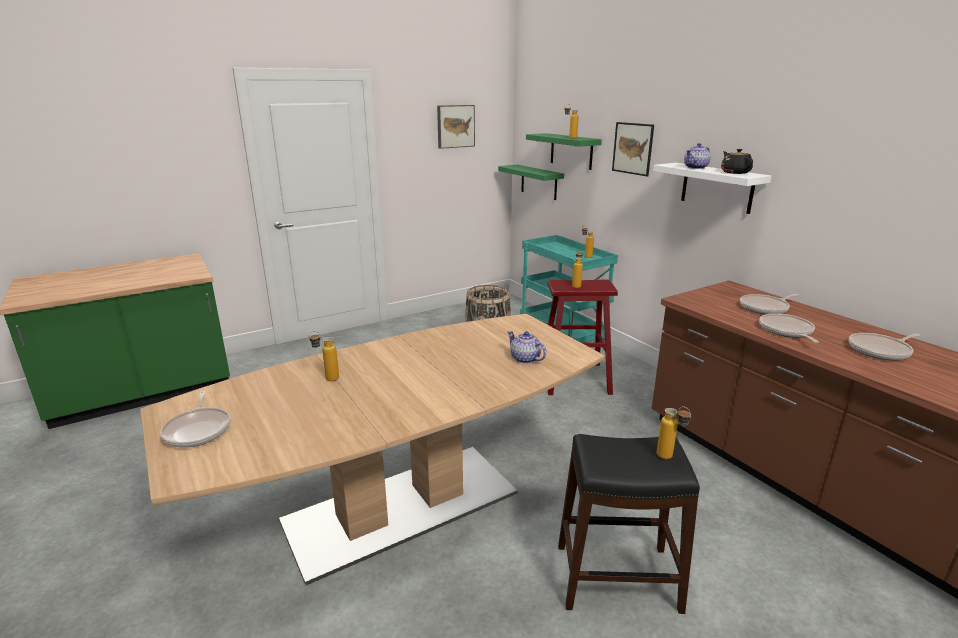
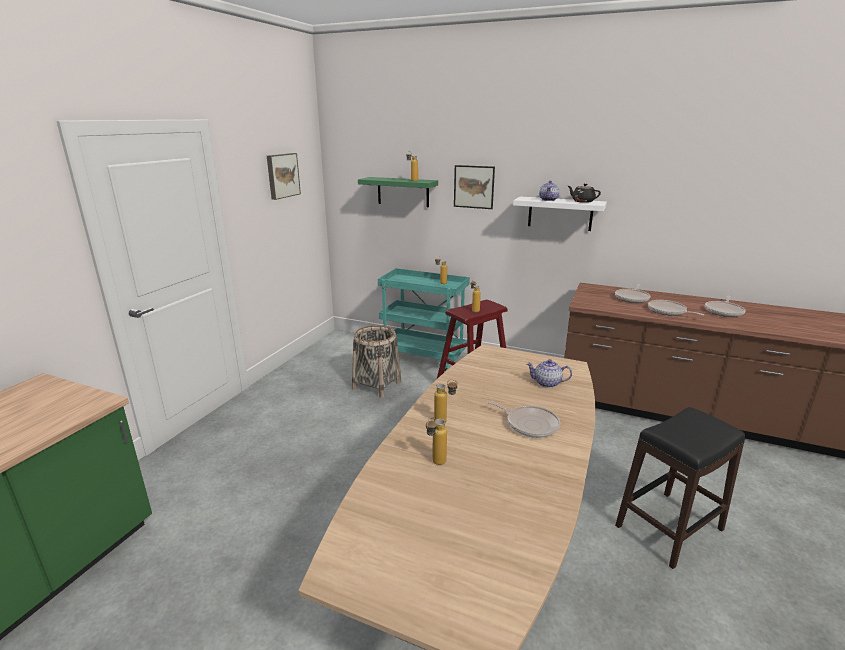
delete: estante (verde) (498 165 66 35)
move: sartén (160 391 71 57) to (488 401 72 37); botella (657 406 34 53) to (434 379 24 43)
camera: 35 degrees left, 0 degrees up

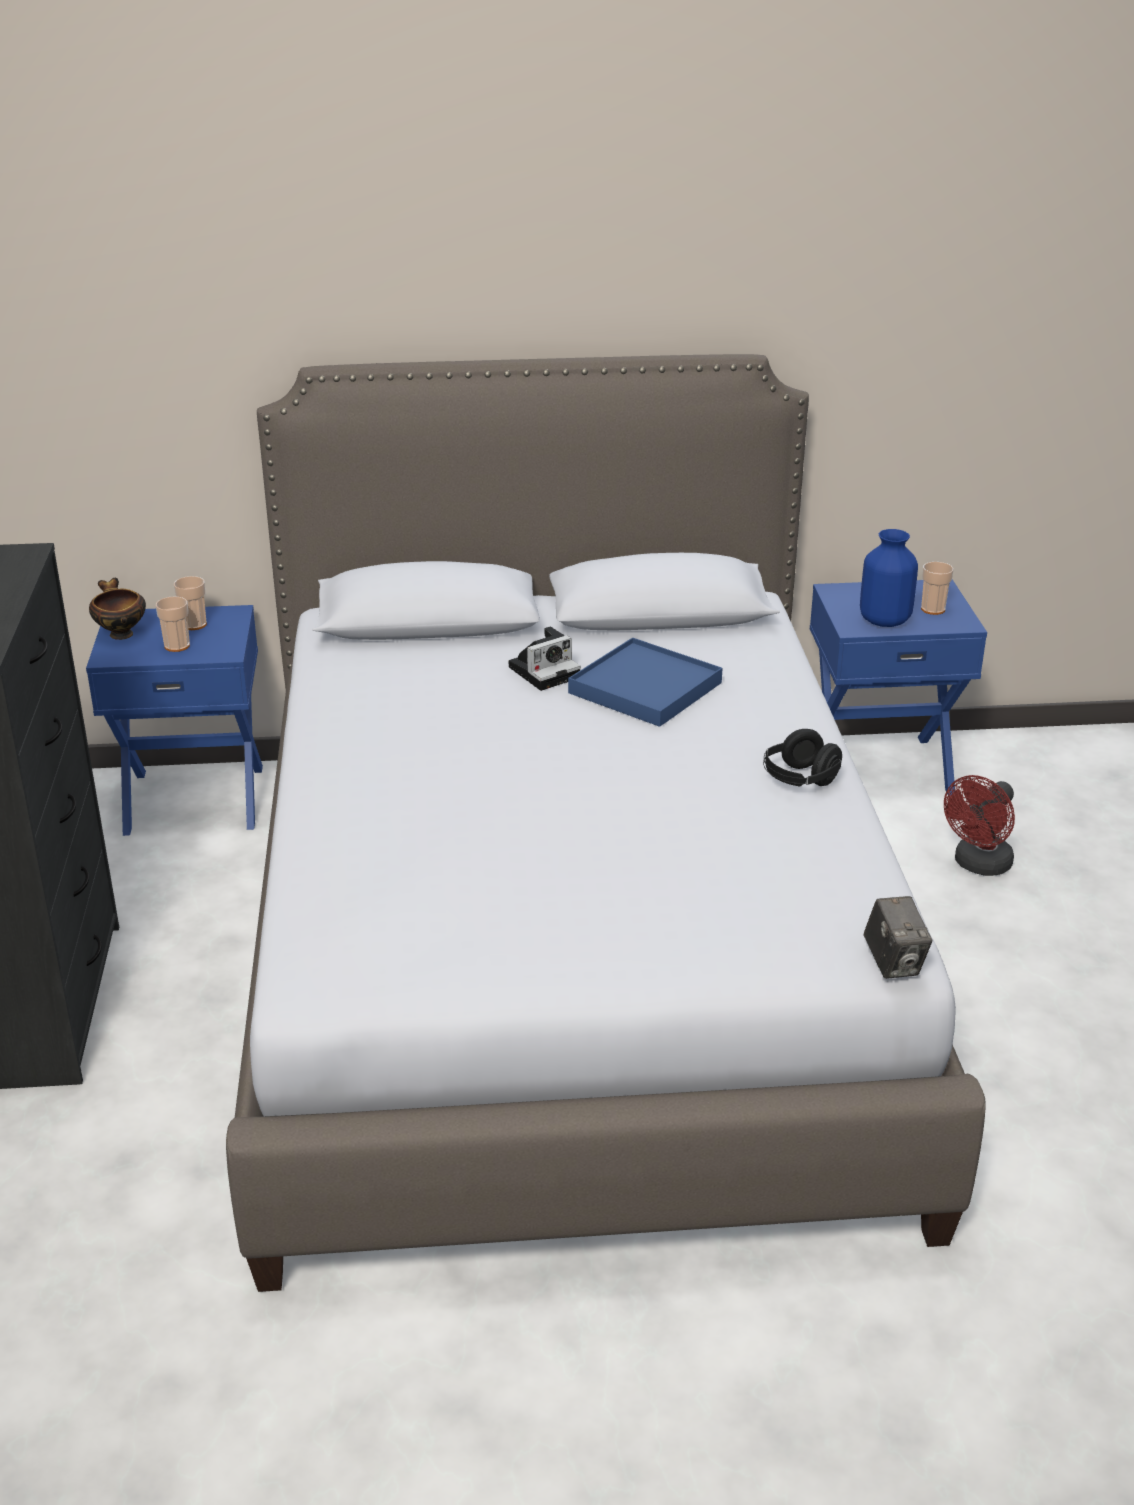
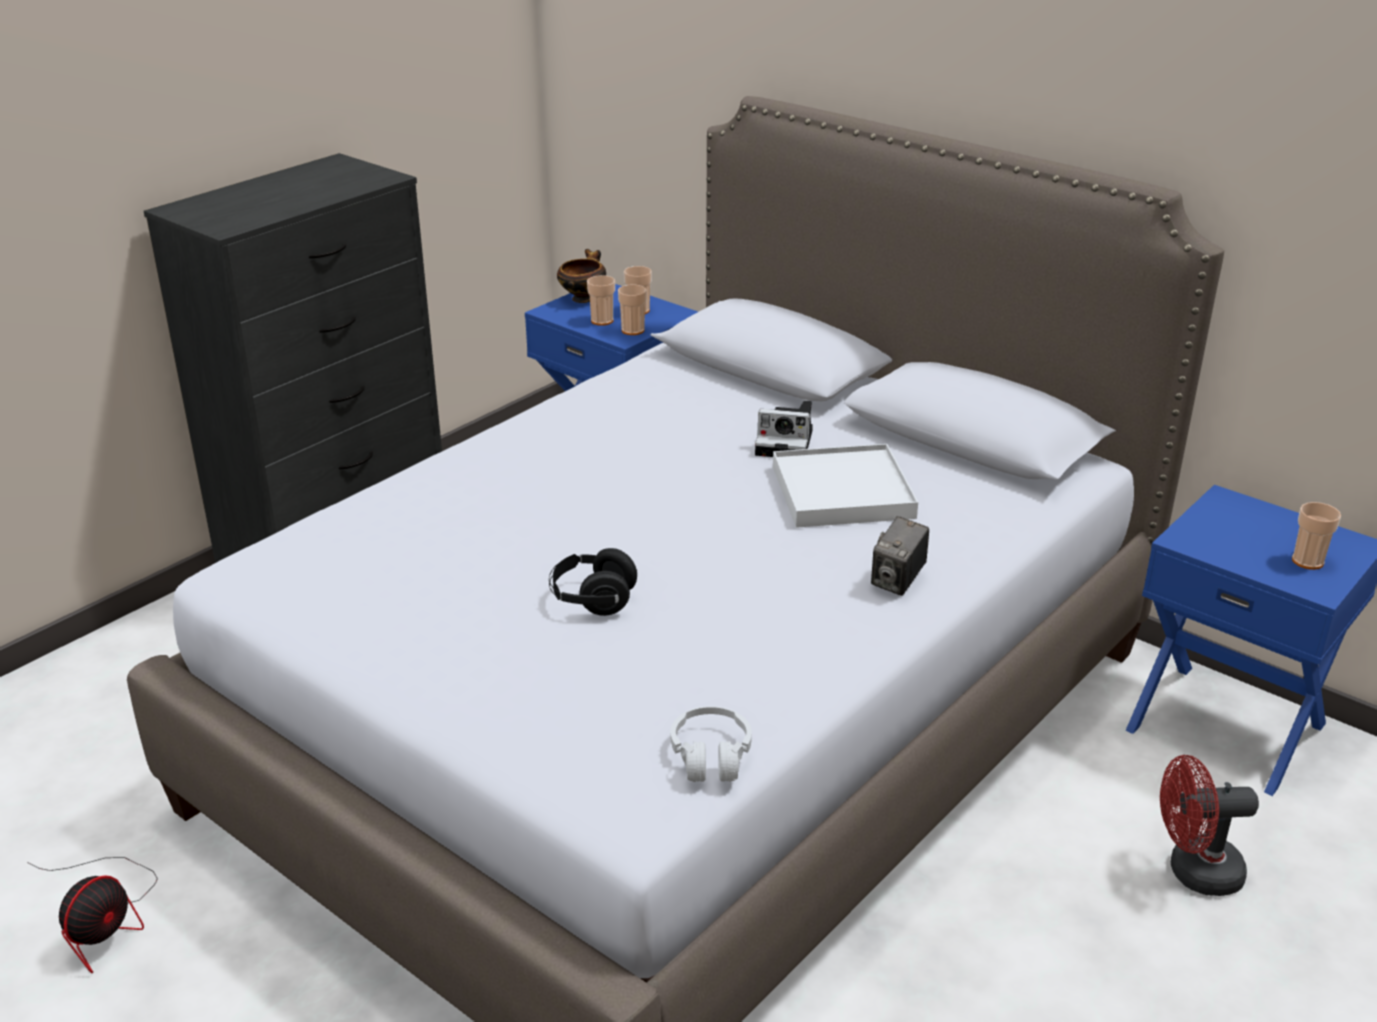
delete: florero (azul) (860 529 58 98)
insert: ventilador (27 857 131 116); taza (618 284 29 51); auriculares (blanco) (671 706 81 76)
move: auriculares (negro) (763 729 79 58) to (549 548 88 68); cámara (863 896 70 83) to (871 516 58 80)
recolor: bandeja (azul) (568 638 155 89) to bandeja (blanco) (773 444 145 84)
camera: 45 degrees right, 0 degrees up

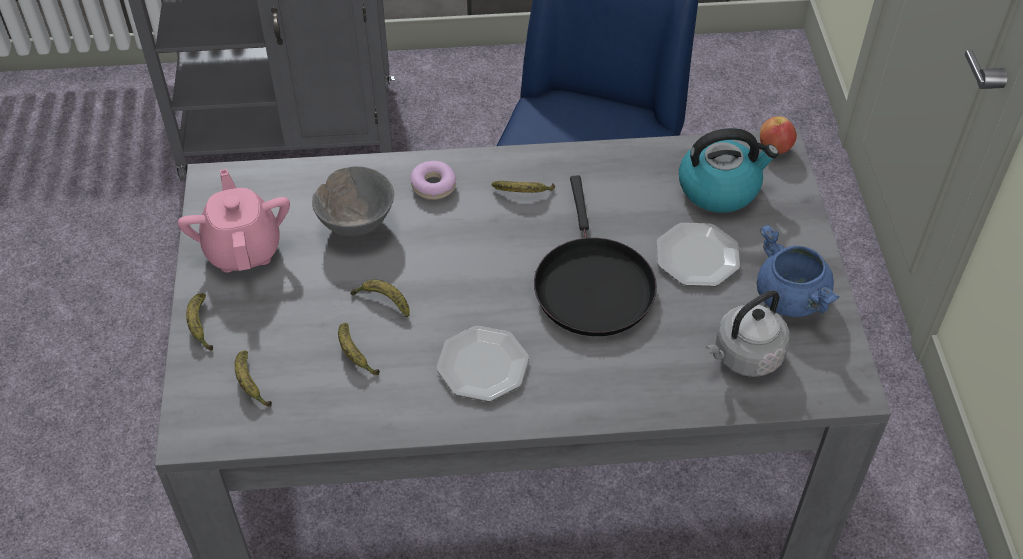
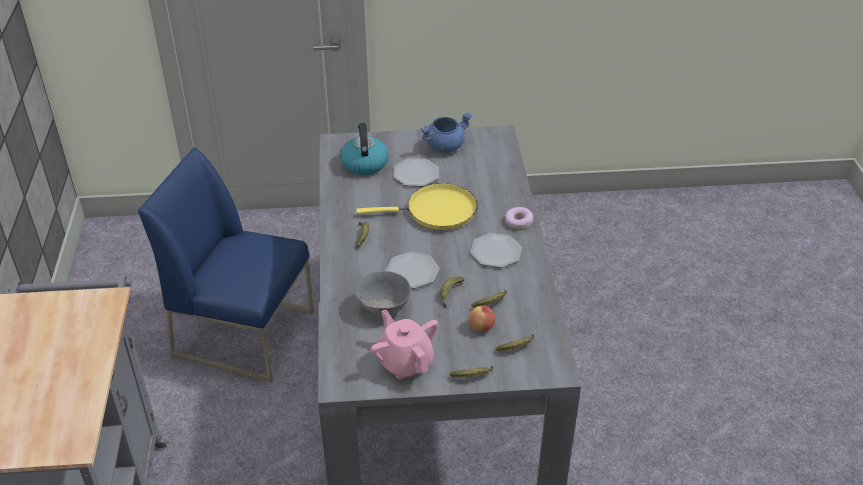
delete: hervidor (gris) (706 290 84 87)
insert: plato (385 252 55 36)
move: rosquilla (411 161 45 39) to (505 207 28 22); manzana (760 116 37 38) to (468 305 28 27)
recolor: sartén (negro) (534 176 123 160) to sartén (amarillo) (356 183 121 47)
rotate: tetera (rosa) (178 169 112 103) = (370 310 68 69) 75 degrees clockwise
camera: 90 degrees left, 10 degrees down

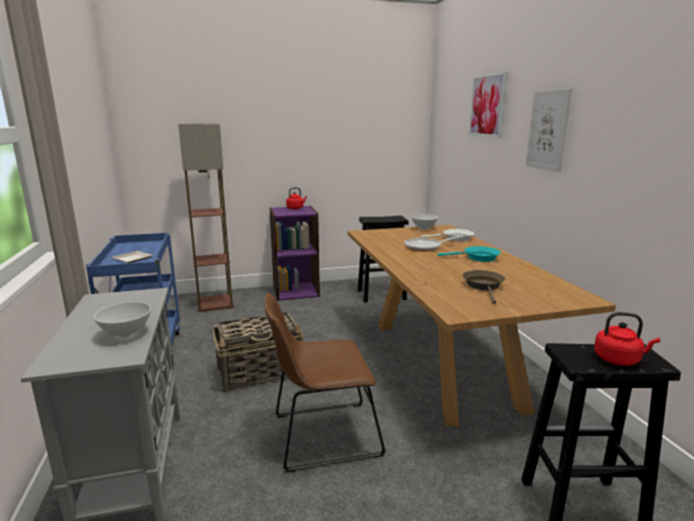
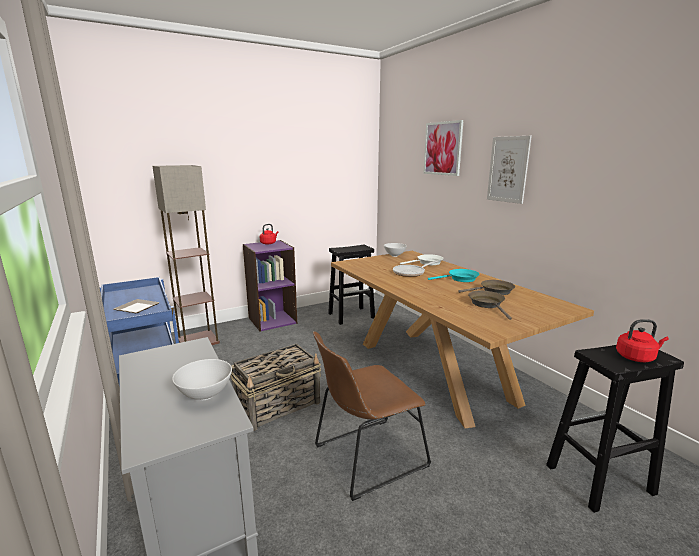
insert: sartén (marrón) (458 280 57 15)
camera: 15 degrees left, 0 degrees up

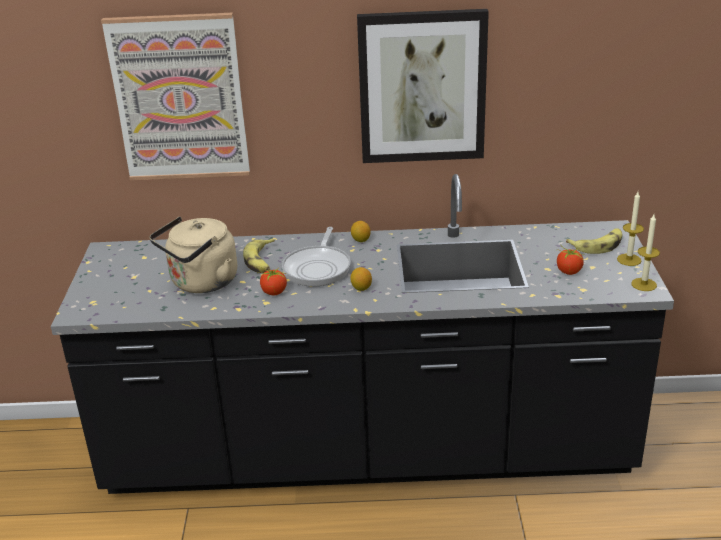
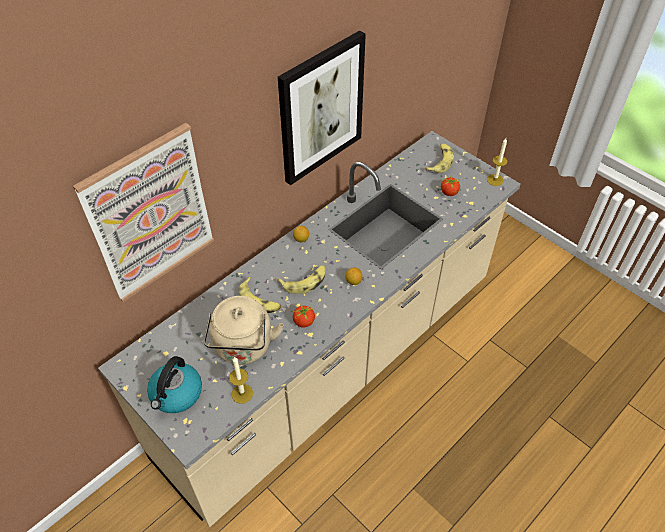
insert: hervidor (147 356 55 57)
move: vela (617 192 27 74) to (229 356 24 48)
replace: sartén (282 227 69 59) to plátano (277 265 49 29)
recolor: mueble bajo de cocina (negro) (51 174 623 320) to mueble bajo de cocina (beis) (98 131 422 396)
camera: 45 degrees left, 20 degrees up

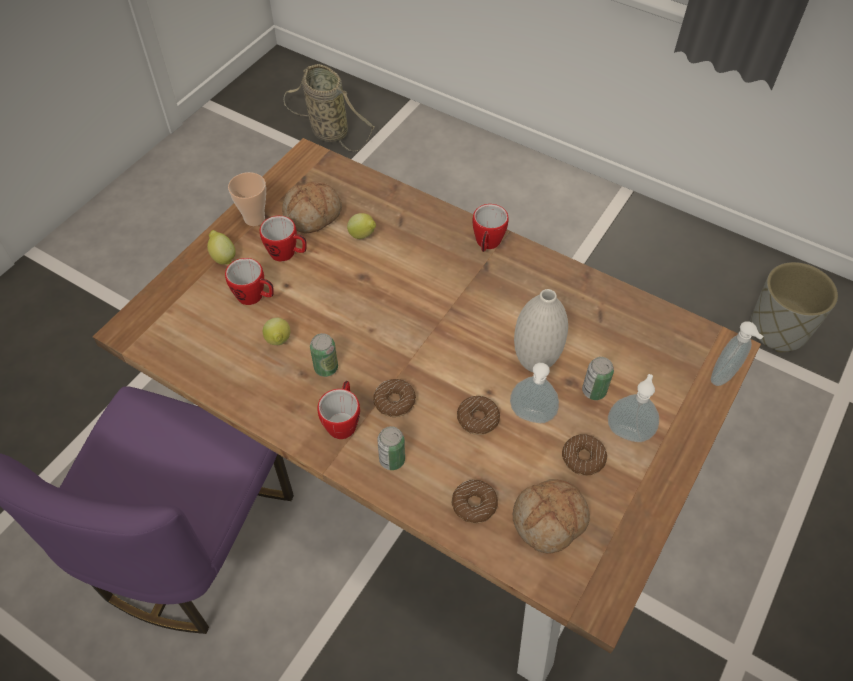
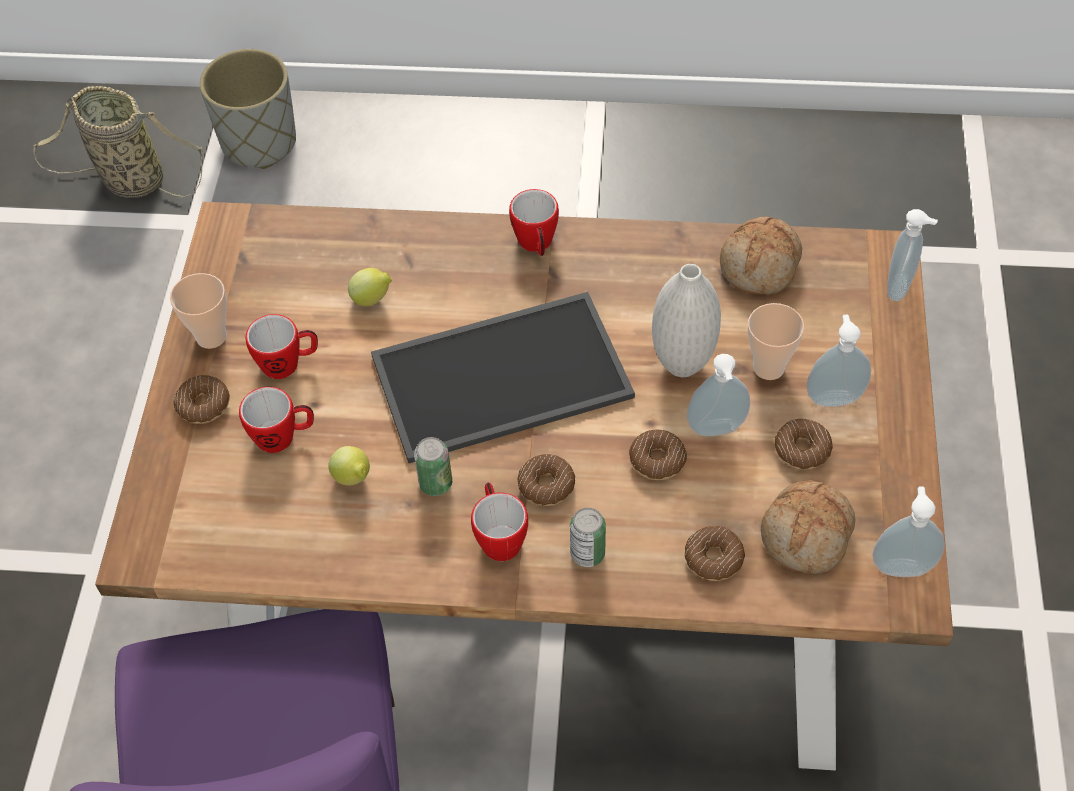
insert: bandeja (371 292 264 171); dispensador de jabón (873 487 72 90)
move: pan (282 181 60 52) to (720 217 82 78); maceta (gris) (750 262 88 90) to (199 49 97 120)
replace: limón (207 230 29 34) to rosquilla (174 375 56 49); lata (582 357 32 43) to taza (748 303 56 77)
camera: 25 degrees left, 0 degrees up

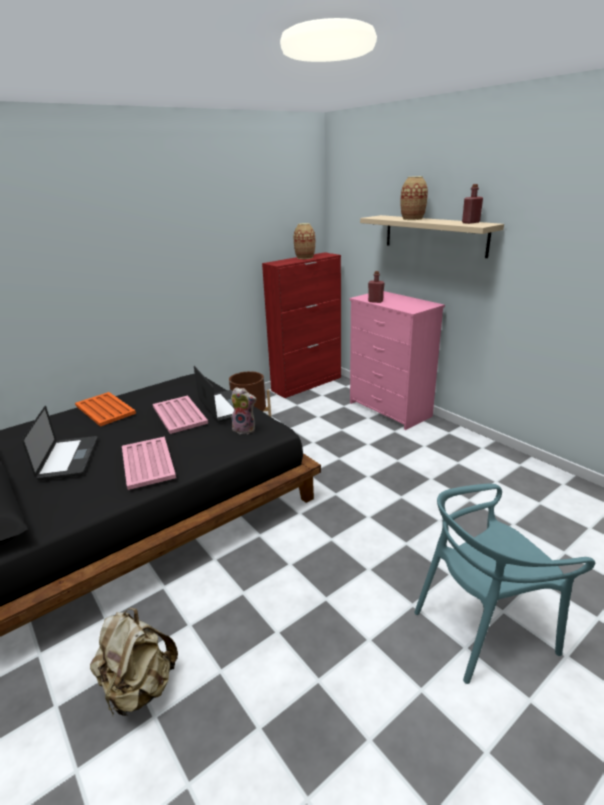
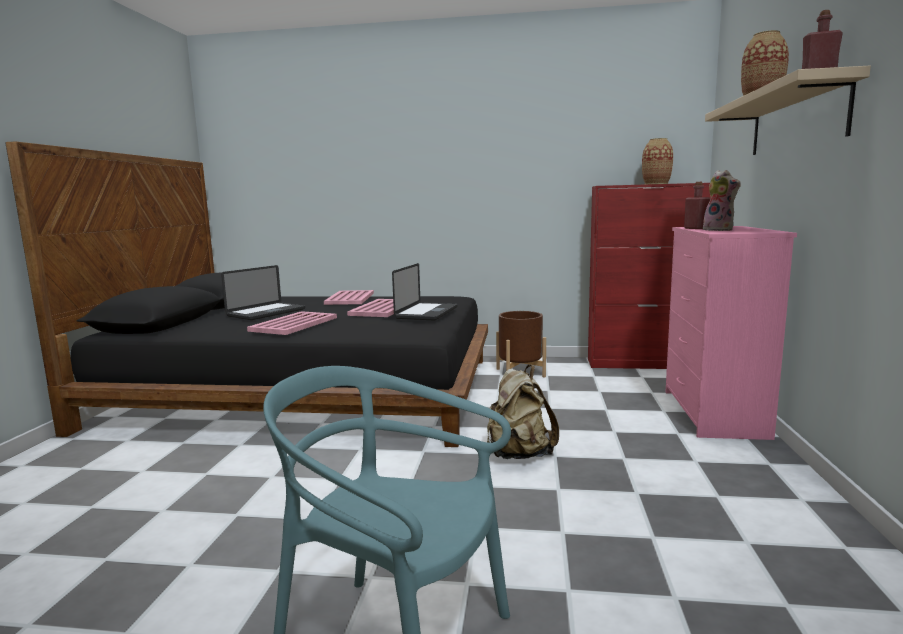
move: mochila (beis) (90 608 88 109) to (487 365 72 94); peluche (231 387 25 47) to (703 170 38 61)
recolor: bandeja (naranja) (75 392 61 35) to bandeja (rosa) (324 290 50 15)
camera: 45 degrees right, 15 degrees down

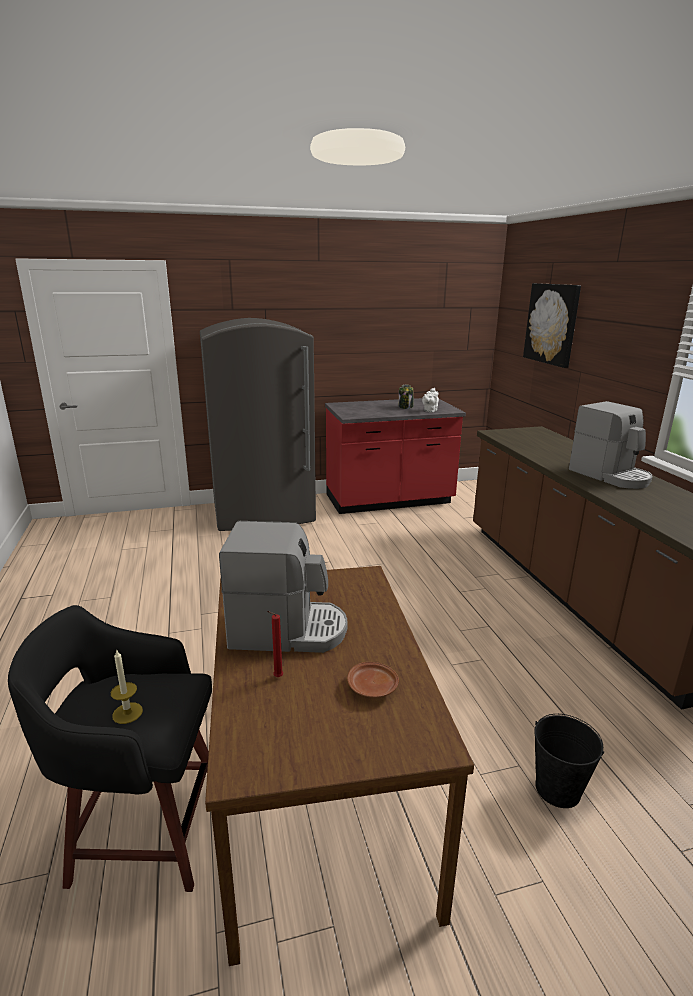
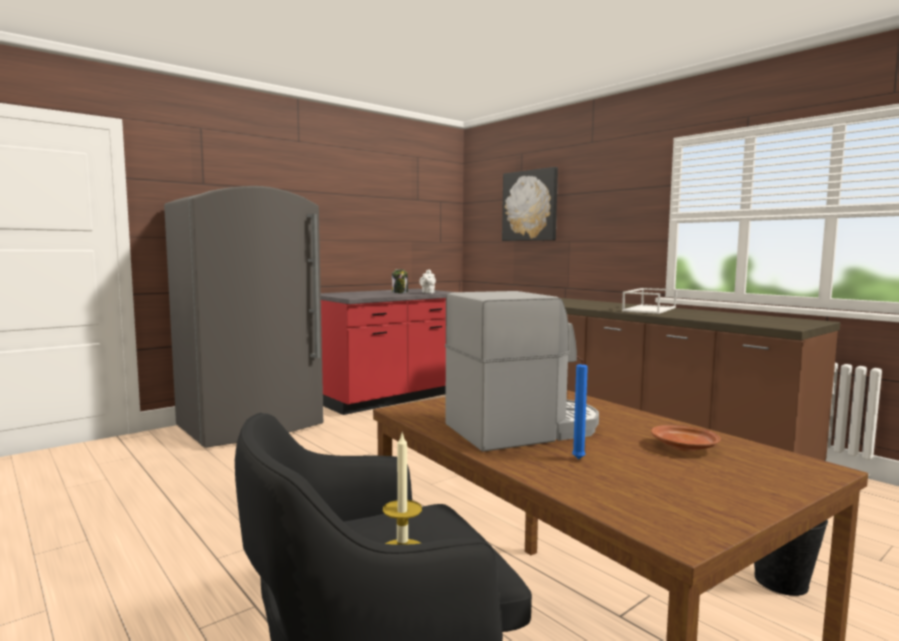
replace: cafetera (569 401 83 88) to bandeja (blanco) (622 288 55 26)
recolor: vela (rojo) (267 611 16 66) to vela (azul) (572 356 16 103)
camera: 25 degrees left, 15 degrees down

